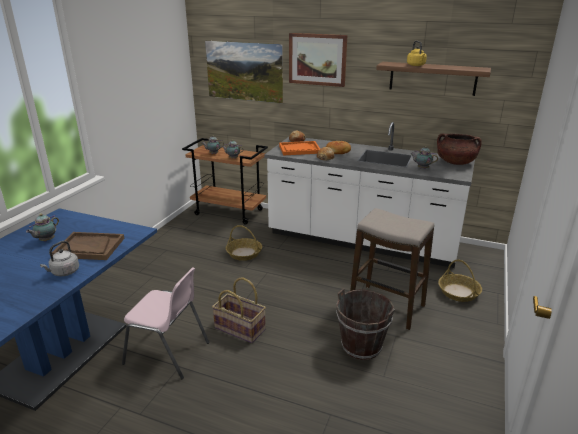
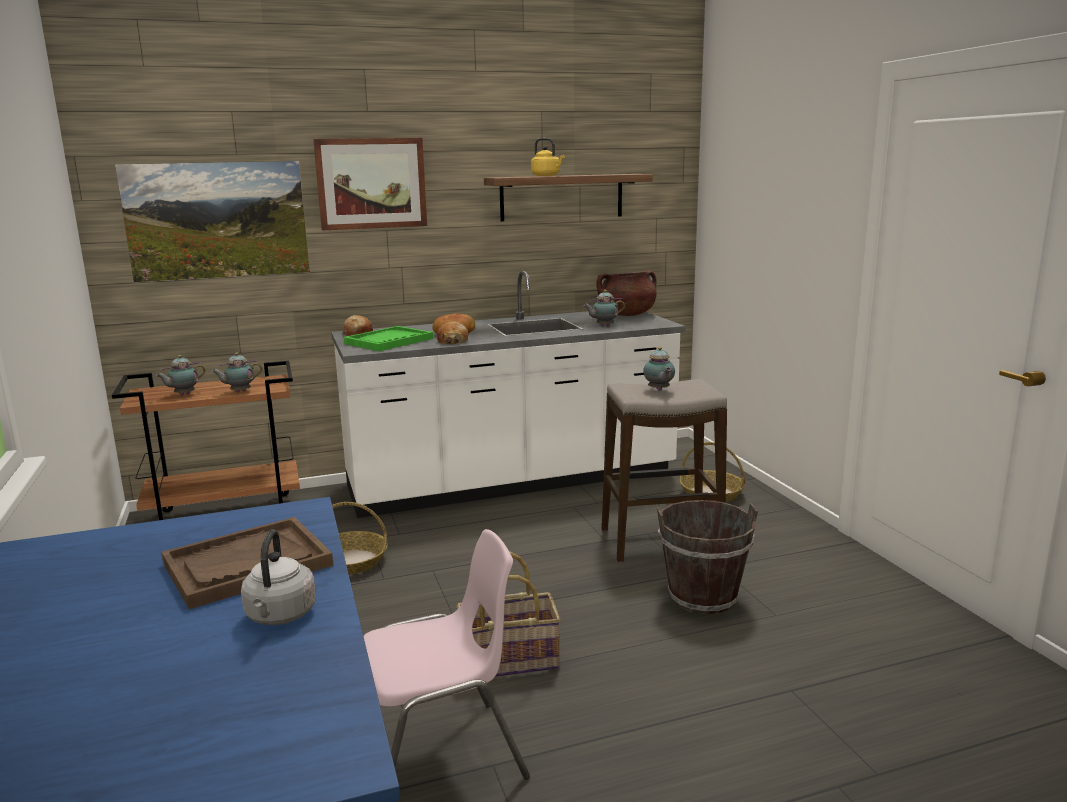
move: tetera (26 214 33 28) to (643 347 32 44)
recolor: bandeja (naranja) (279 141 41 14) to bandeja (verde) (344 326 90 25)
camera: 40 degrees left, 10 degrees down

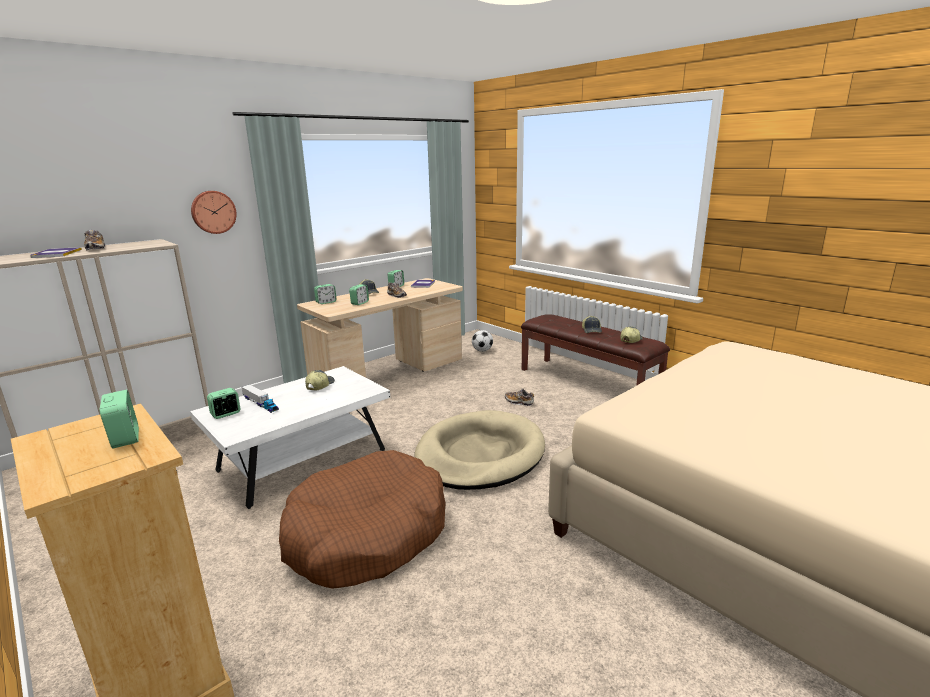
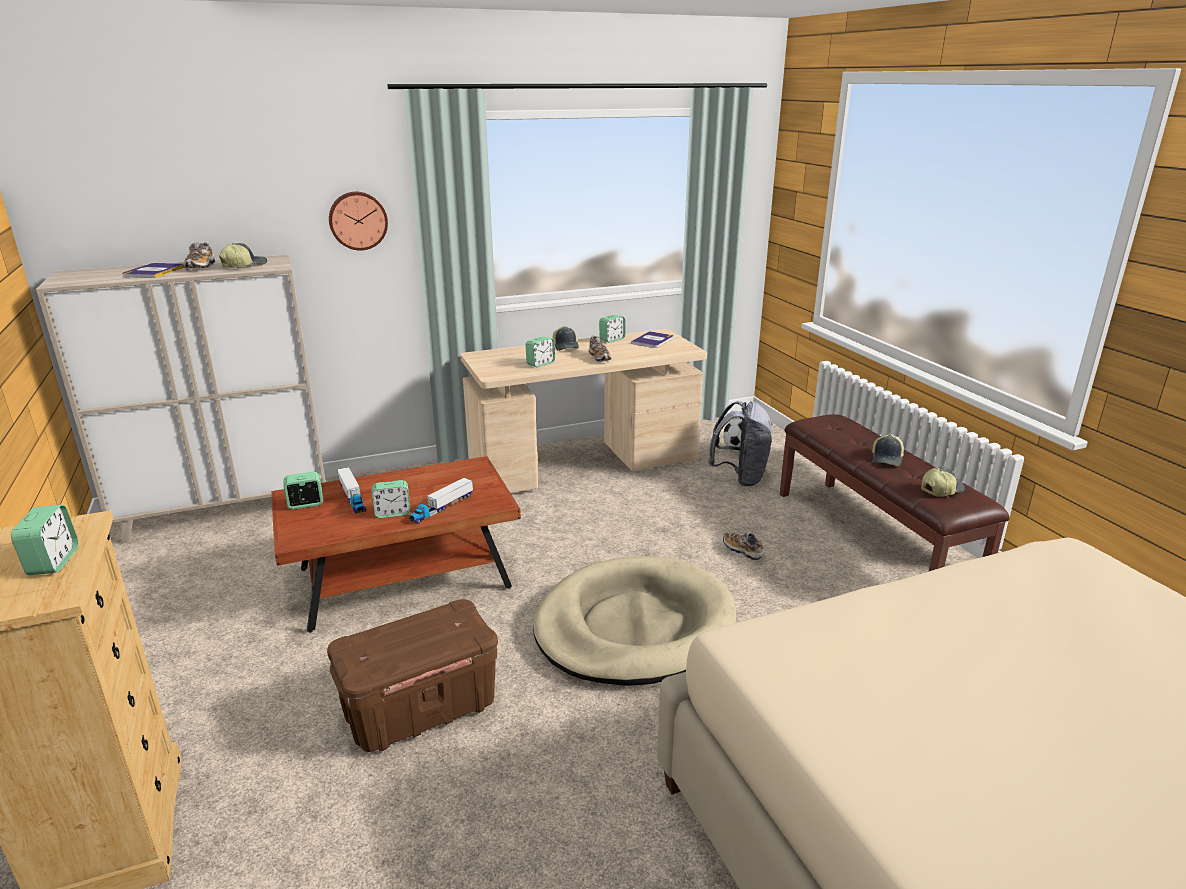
insert: camión de juguete (409 478 64 46); mochila (gris) (709 401 64 86)
move: gorra (305 370 30 20) to (219 243 48 25); despertador (314 284 23 20) to (372 480 38 38)
replace: cama para perro (marrón) (279 450 167 139) to caja de almacenaje (marrón) (327 599 171 153)
recolor: mesa de centro (blanco) (190 366 200 143) to mesa de centro (marrón) (271 456 250 177)
camera: 20 degrees right, 5 degrees up

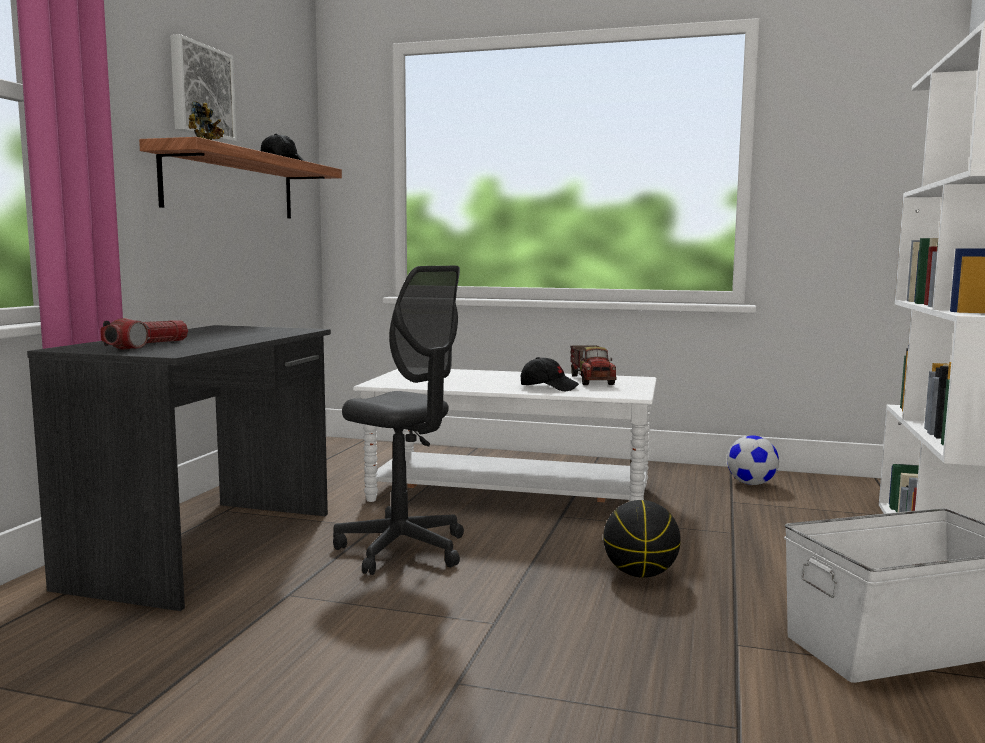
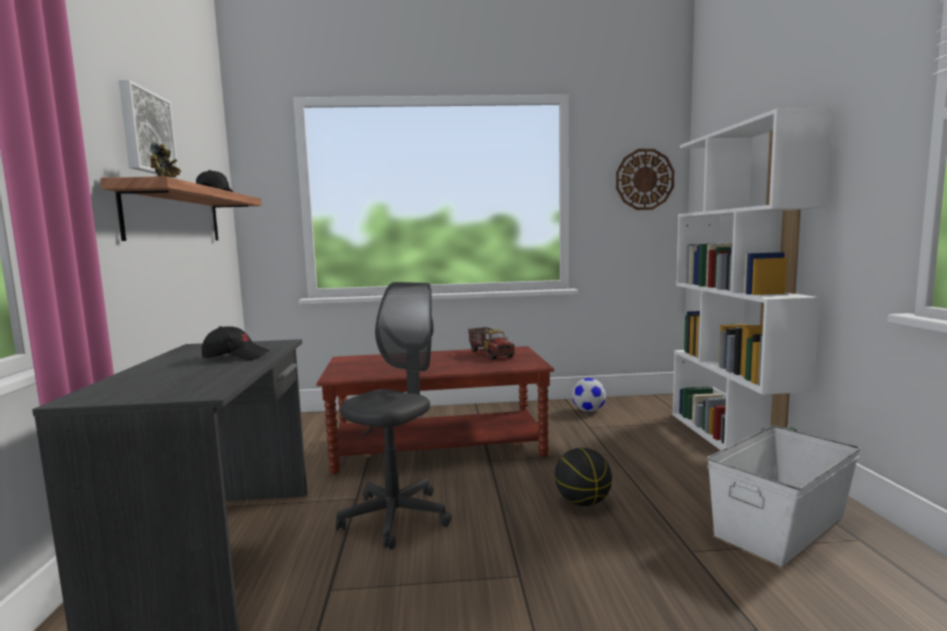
delete: linterna (100 318 88 32)
insert: reloj de pared (616 149 58 61)
move: gorra (negro) (521 357 58 34) to (202 326 67 34)
recolor: mesa de centro (blanco) (353 369 304 133) to mesa de centro (marrón) (316 346 238 128)
rotate: silla de oficina (gris) (333 266 131 309) = (336 282 116 268) 75 degrees counterclockwise
camera: 20 degrees left, 0 degrees up

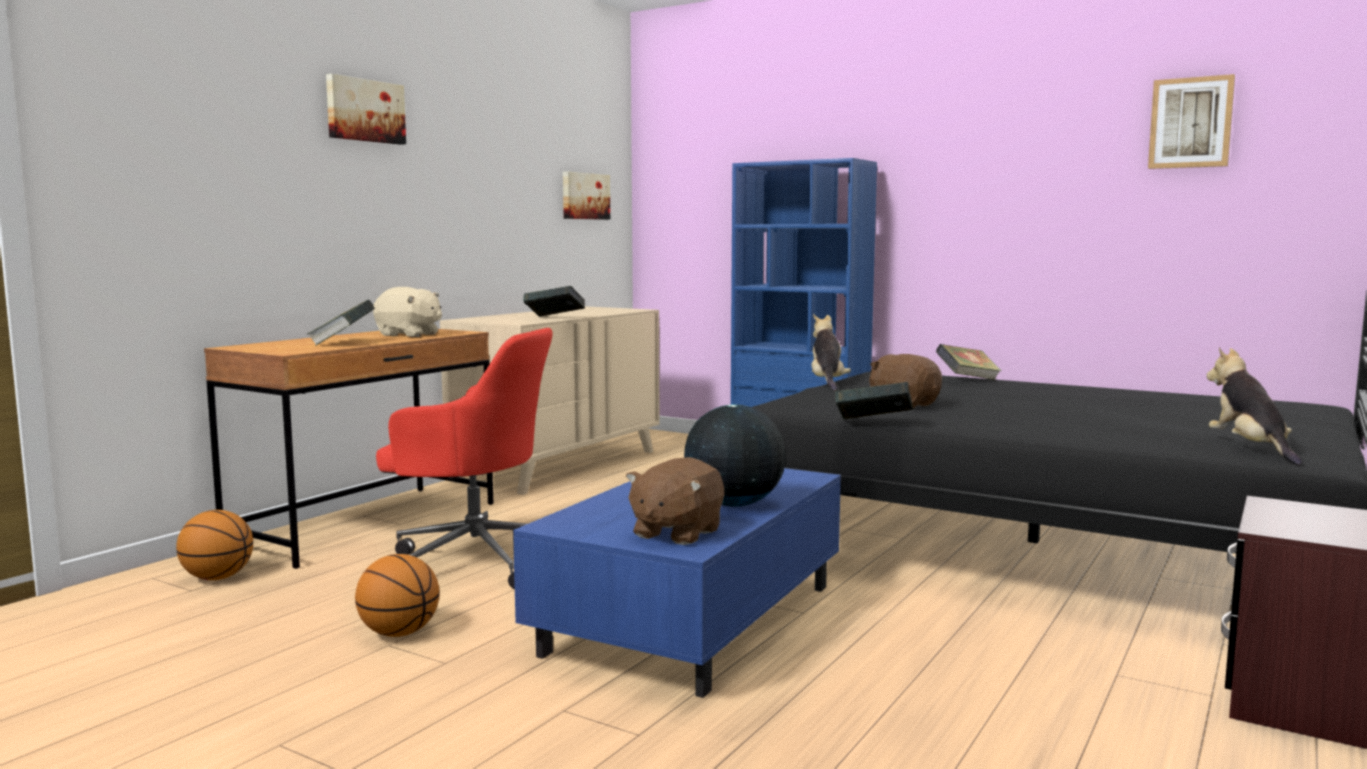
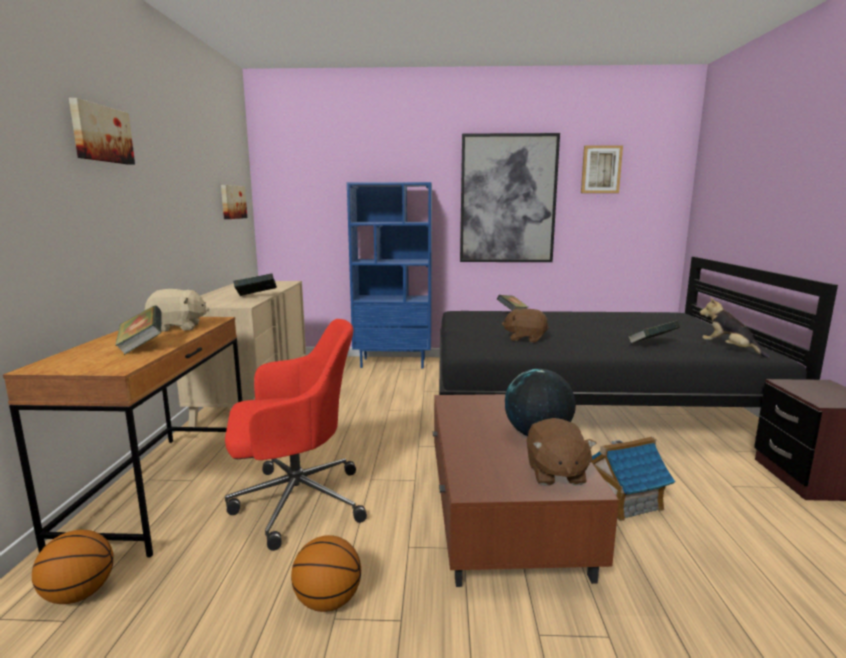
delete: peluche (811 314 40 77)
insert: cuadro (460 133 100 129); casita (591 437 84 84)
move: libro (835 382 78 38) to (627 321 53 23)
recolor: mesa de centro (azul) (513 468 328 230) to mesa de centro (marrón) (433 394 186 193)
camera: 30 degrees left, 5 degrees up

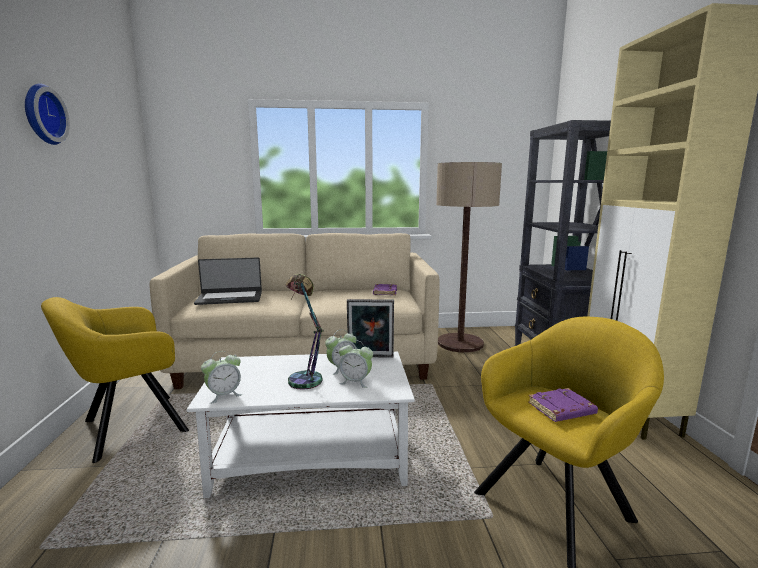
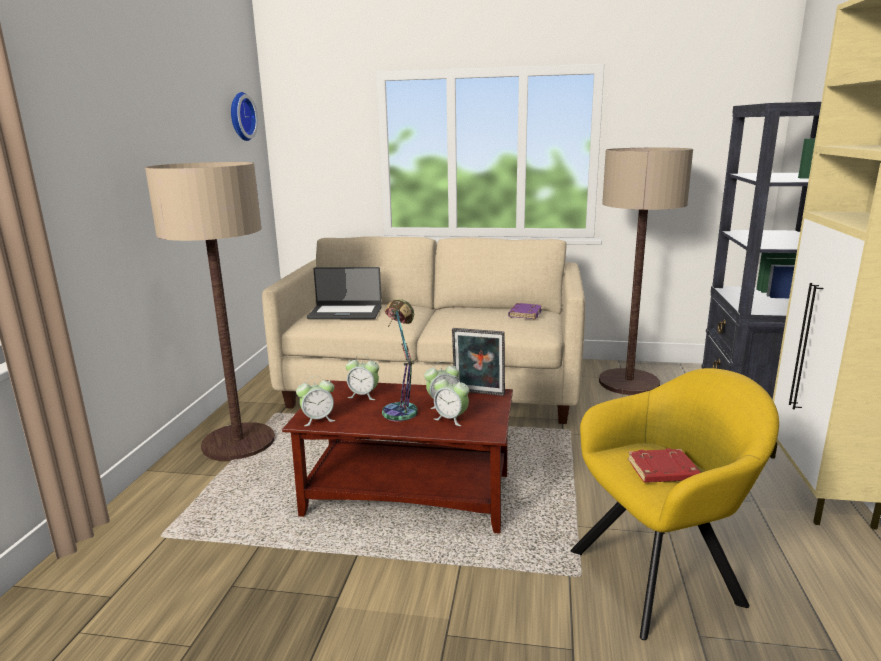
insert: despertador (346 355 33 45)
move: reloj de pared (25 83 45 62) to (231 92 27 49)
replace: sillón (amarillo) (41 297 148 166) to lámpara de pie (145 162 130 299)
recolor: mesa de centro (blanco) (187 352 228 146) to mesa de centro (marrón) (282 380 231 154); libro (morado) (528 388 70 34) to libro (rojo) (628 448 73 35)
camera: 15 degrees right, 5 degrees up

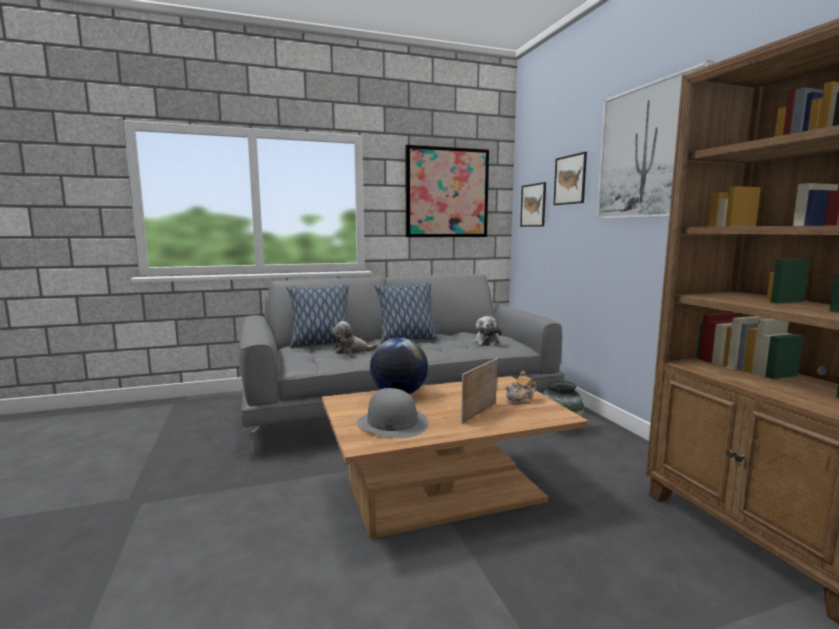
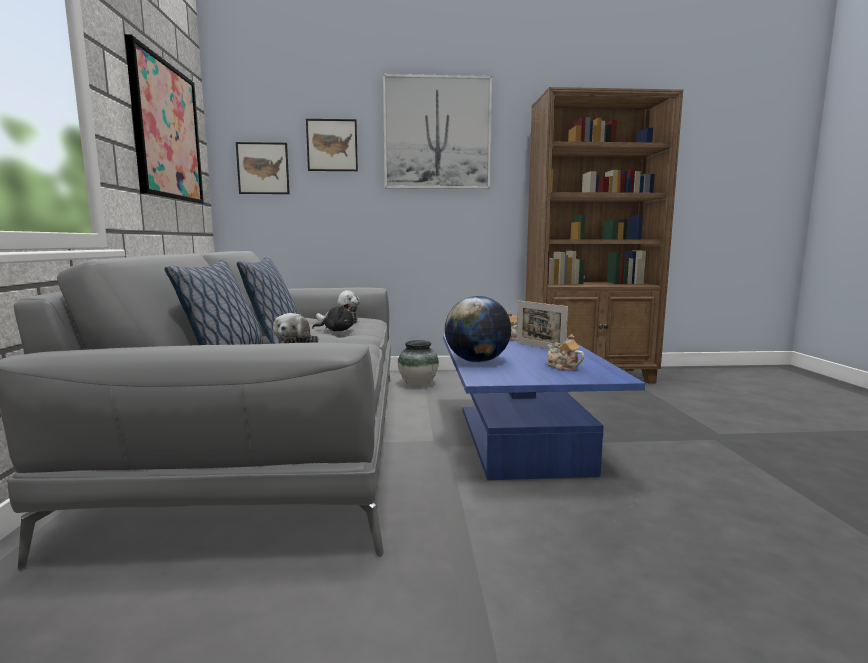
insert: peluche (negro) (312 304 42 27)
replace: sombrero (gris) (356 388 73 50) to tetera (547 334 37 37)
recolor: mesa de centro (marrón) (322 376 267 163) to mesa de centro (azul) (443 334 202 146)
camera: 75 degrees left, 0 degrees up

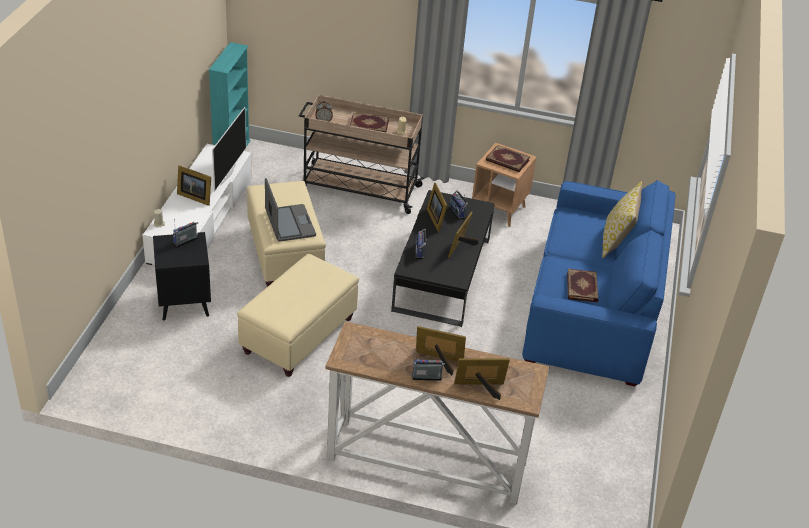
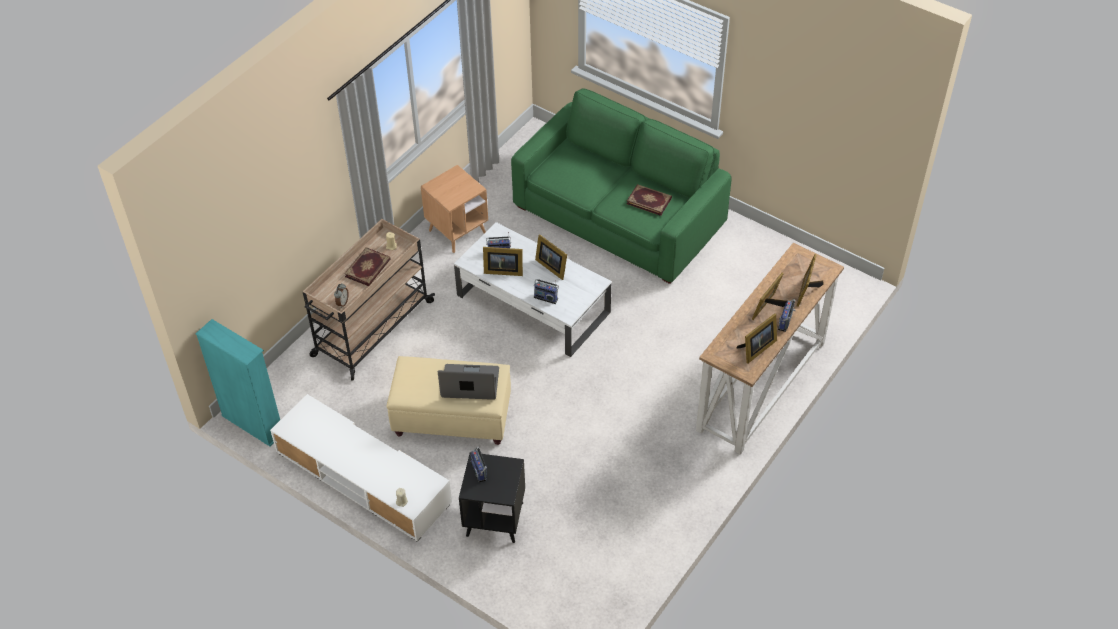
delete: televisor (212 107 34 84); puf (beis) (237 254 122 123); libro (486 145 44 27); cojín (602 181 40 77)
move: portarretratos (177 165 34 41) to (736 313 41 51)
recolor: mesa de centro (negro) (391 190 104 137) to mesa de centro (blanco) (454 222 158 135); sofá (azul) (522 180 154 206) to sofá (verde) (511 88 220 196)
camera: 65 degrees left, 10 degrees up

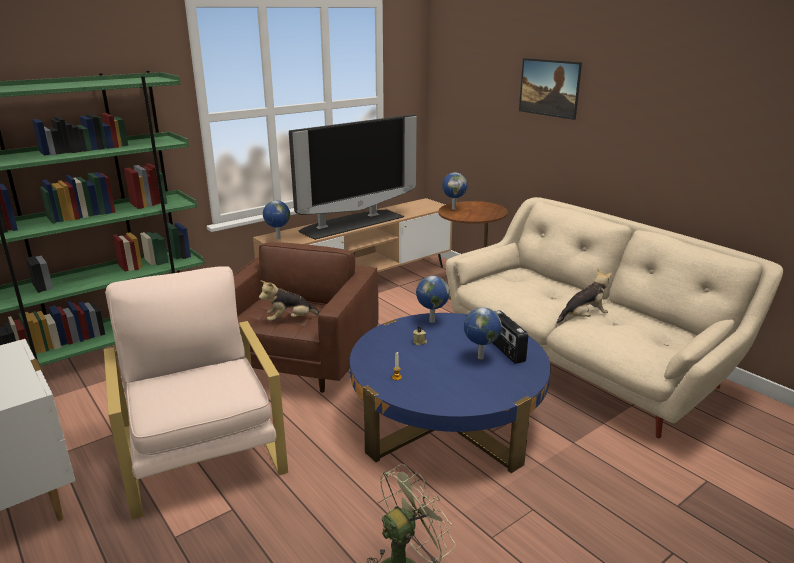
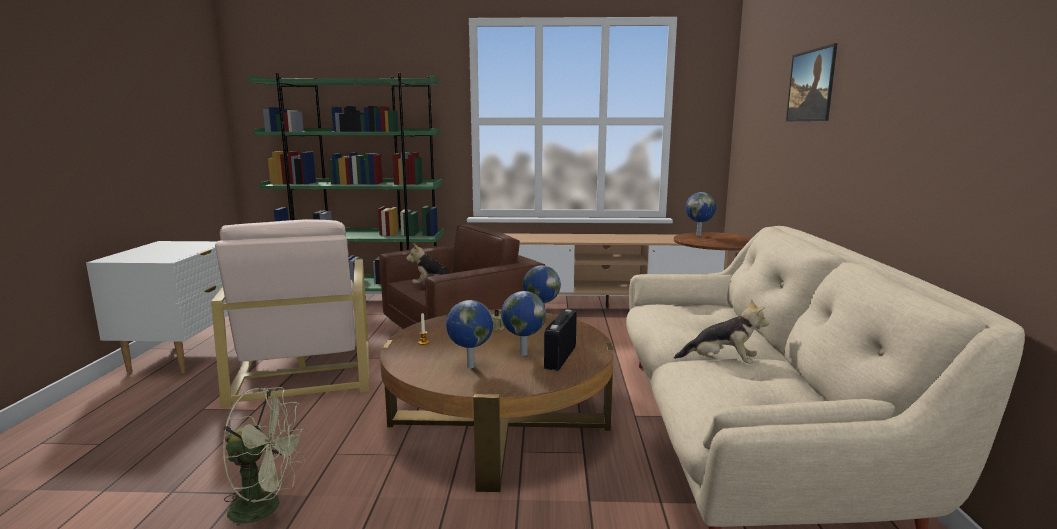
delete: televisor (289 114 128 126)
move: globo terráqueo (263 200 27 39) to (446 300 48 68)
recolor: mesa de centro (azul) (350 313 201 160) to mesa de centro (marrón) (380 310 234 182)
rotate: sillón (beis) (104 266 184 254) = (211 219 158 189) 150 degrees clockwise
camera: 40 degrees right, 10 degrees down

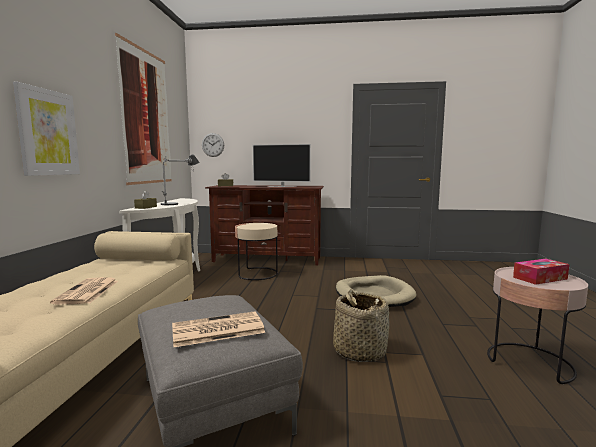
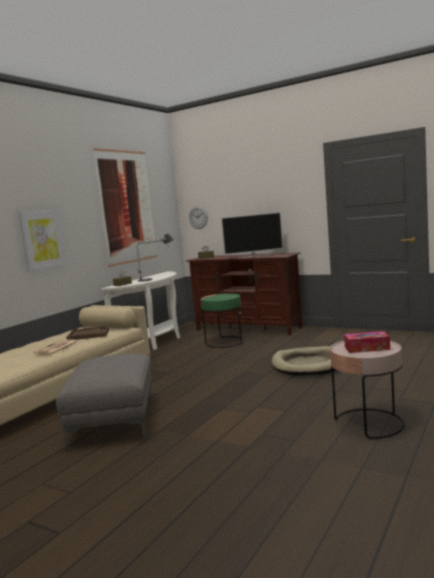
delete: periódico (172 311 93 36); cesta (333 289 56 73)
insert: bandeja (marrón) (66 326 43 14)
recolor: mesa auxiliar (beis) (235 223 43 57) to mesa auxiliar (verde) (201 293 43 55)
rotate: televisor (253 144 58 43) = (221 212 62 46) 45 degrees counterclockwise
camera: 25 degrees right, 0 degrees up

